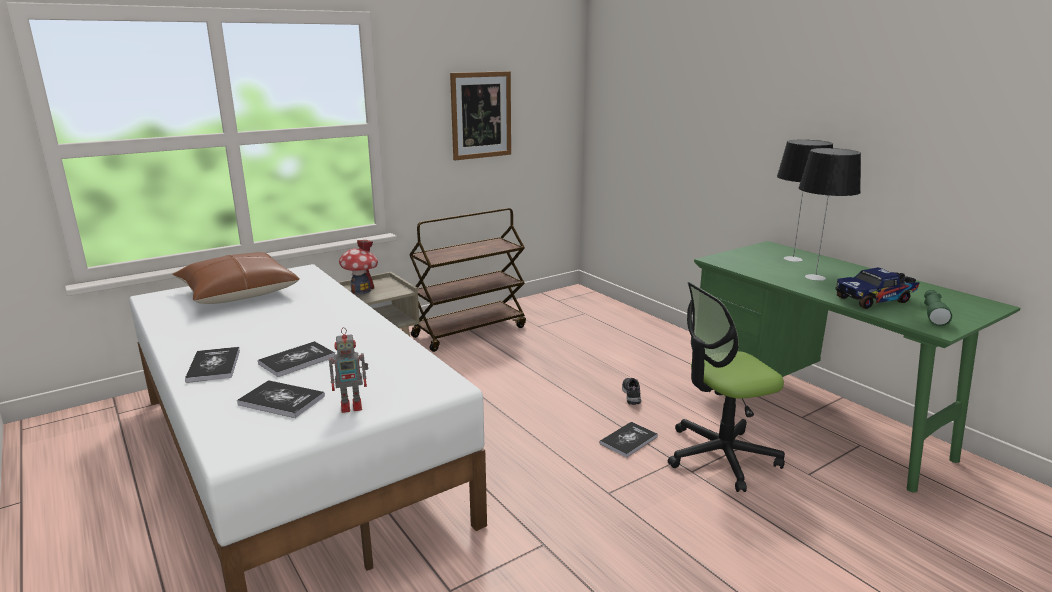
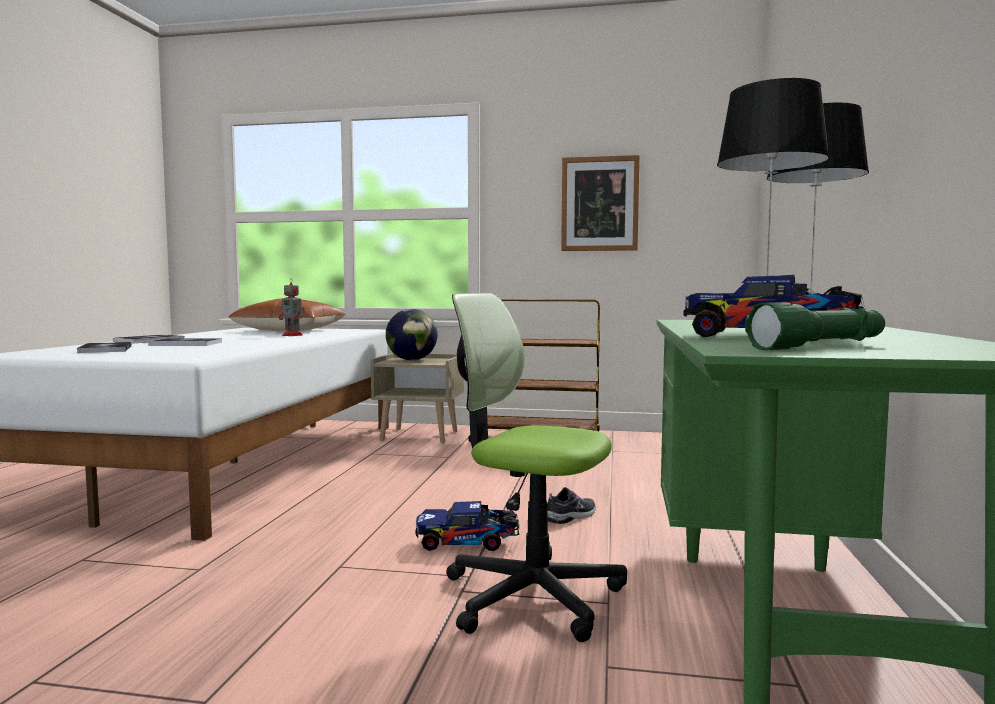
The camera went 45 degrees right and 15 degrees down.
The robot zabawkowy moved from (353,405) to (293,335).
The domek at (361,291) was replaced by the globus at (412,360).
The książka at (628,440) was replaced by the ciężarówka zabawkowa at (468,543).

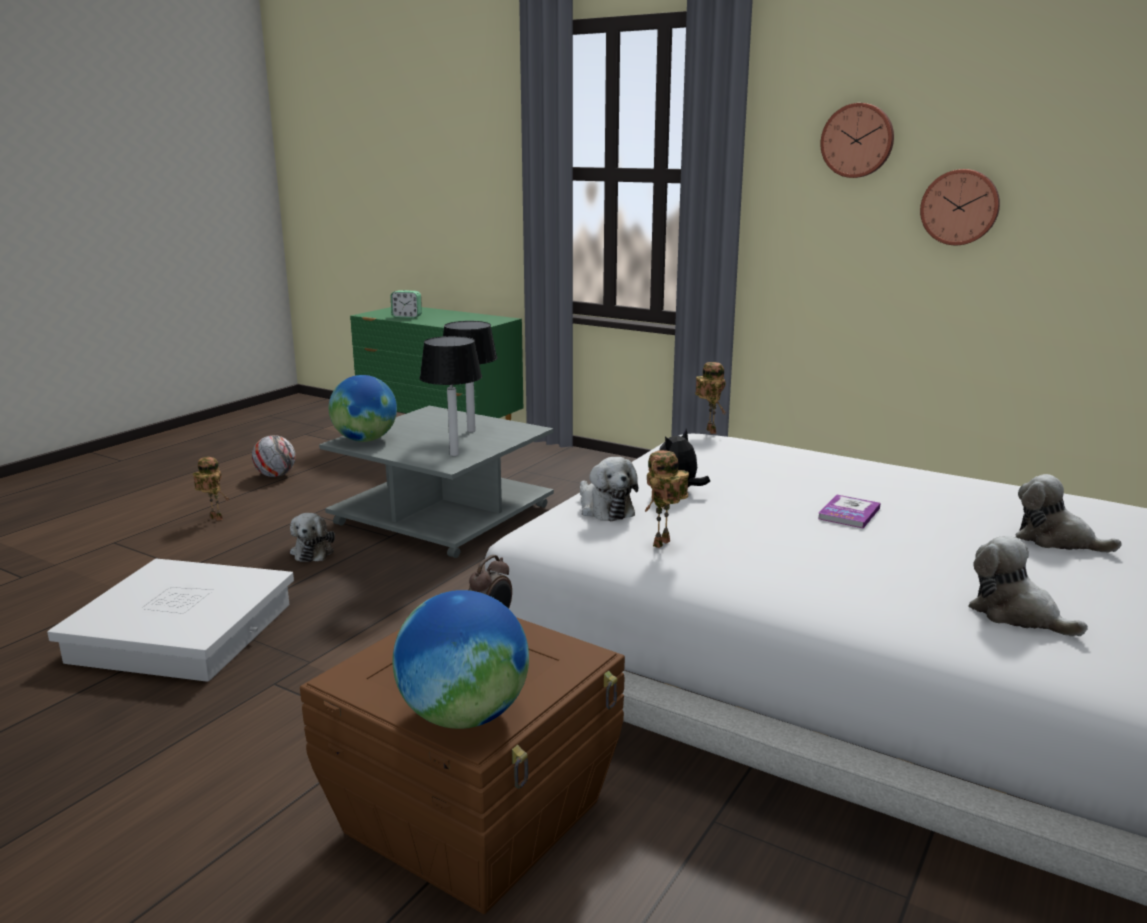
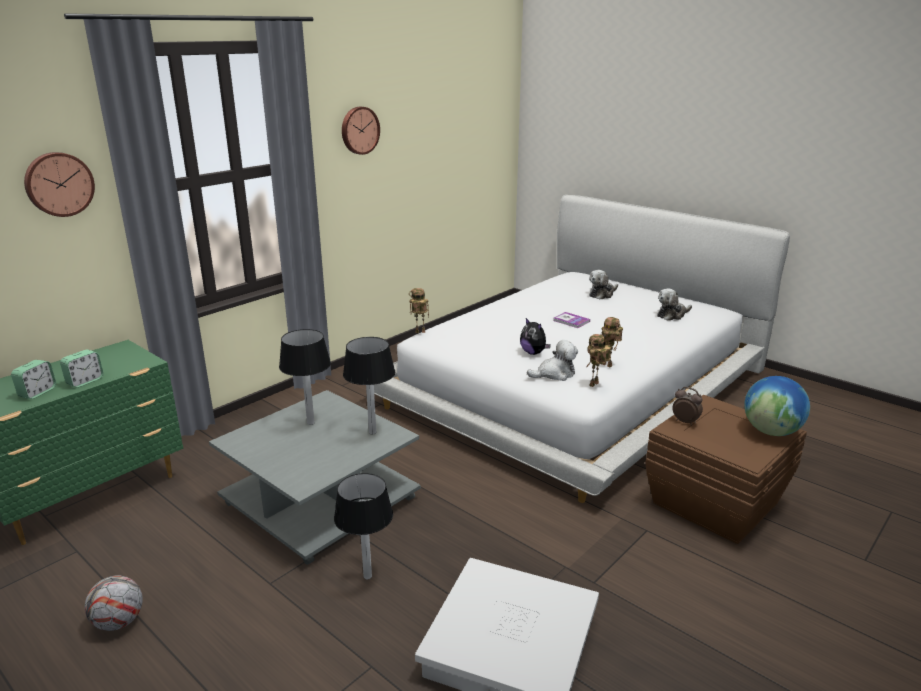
The camera went 80 degrees left and 5 degrees up.
The zegar ścienny moved from (960,207) to (58,184).
The budzik at (85,381) appeared.
The pluszak at (313,551) was replaced by the lampa stołowa at (367,576).
The robot zabawkowy moved from (214,519) to (594,385).
The globus at (365,440) disappeared.

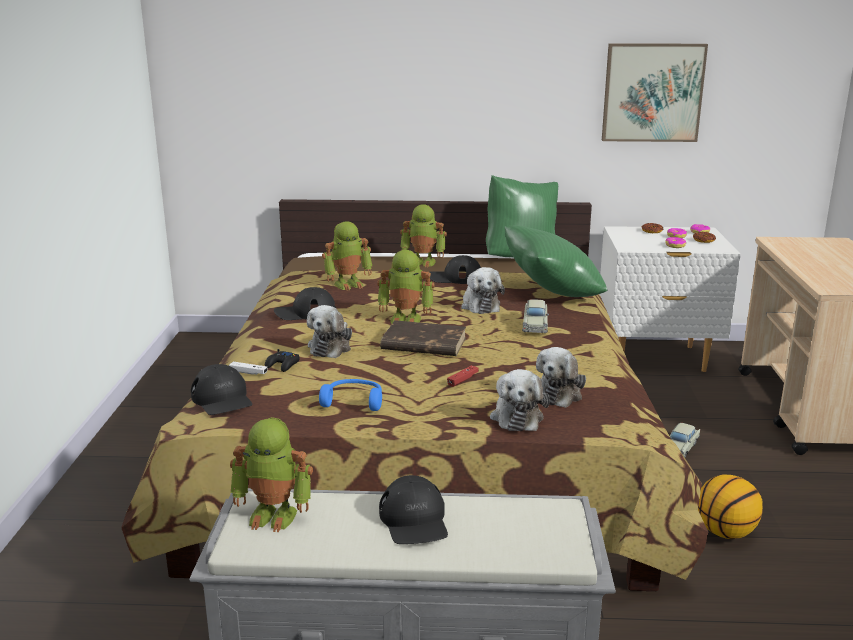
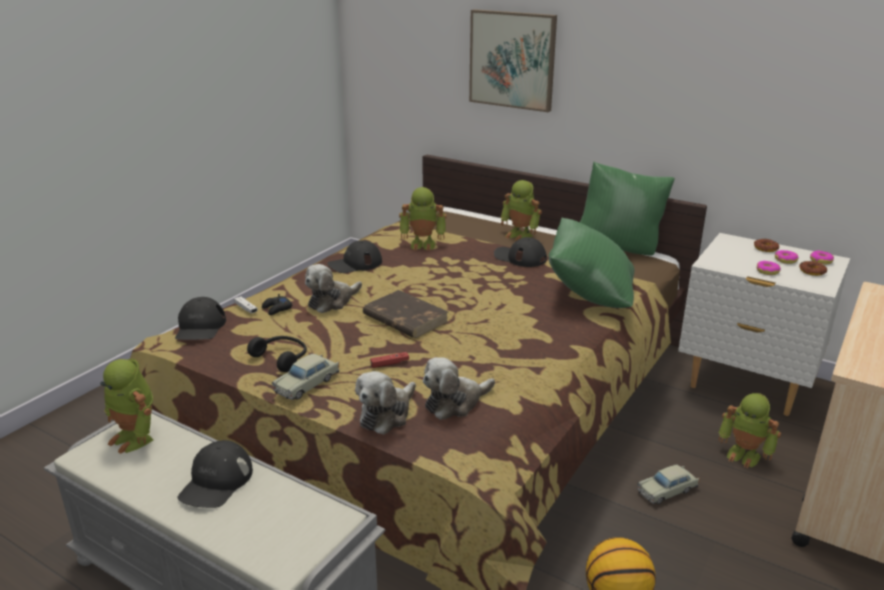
The camera went 30 degrees right and 5 degrees up.
The słuchawki (niebieski) at (354,401) became the słuchawki (czarny) at (282,358).
The samochodzik (beżowy) moved from (535,325) to (307,384).
The czapka z daszkiem (czarny) at (305,312) turned 45 degrees counterclockwise.
The obraz moved from (652,92) to (512,60).
The robot zabawkowy moved from (406,319) to (744,455).
The pluszak at (479,305) disappeared.

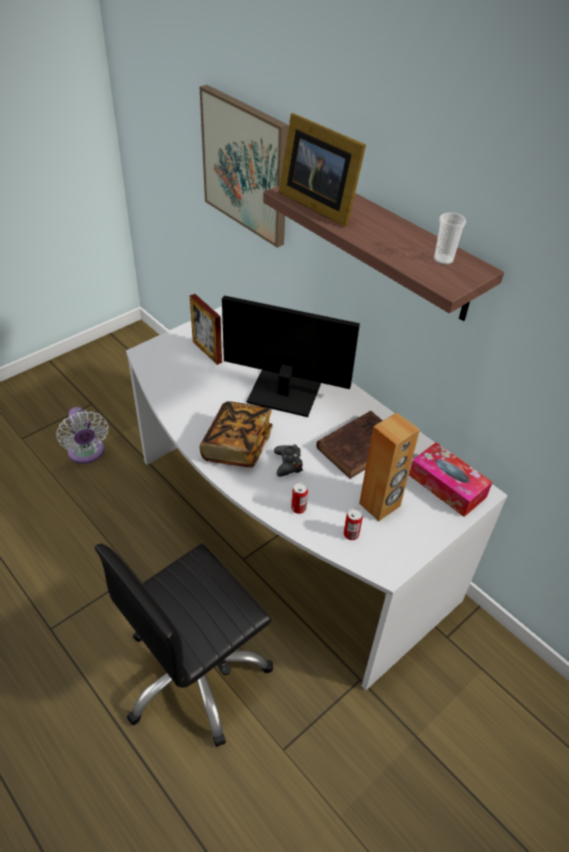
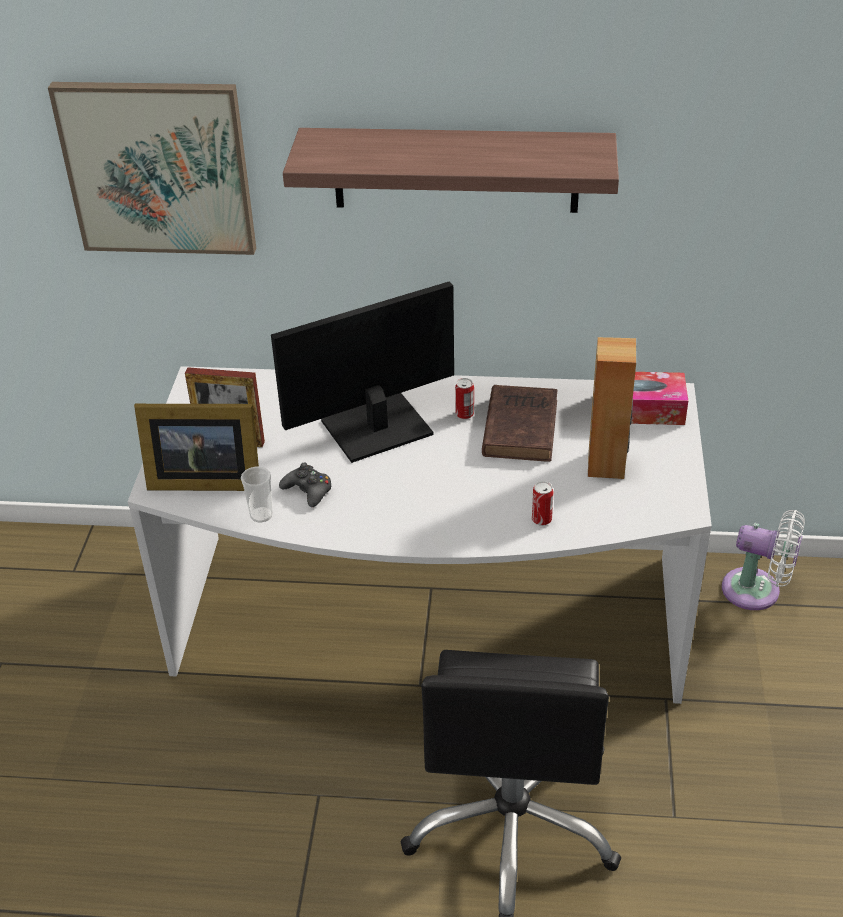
The camera went 40 degrees left and 5 degrees down.
The ramka na zdjęcie moved from (317,204) to (202,479).
The filiżanka moved from (443,259) to (261,515).
The pad do gier (czarny) moved from (288,464) to (308,490).
The puszka moved from (351,534) to (464,414).
The wentylator (biały) moved from (87,453) to (757,591).
The książka at (237,446) disappeared.

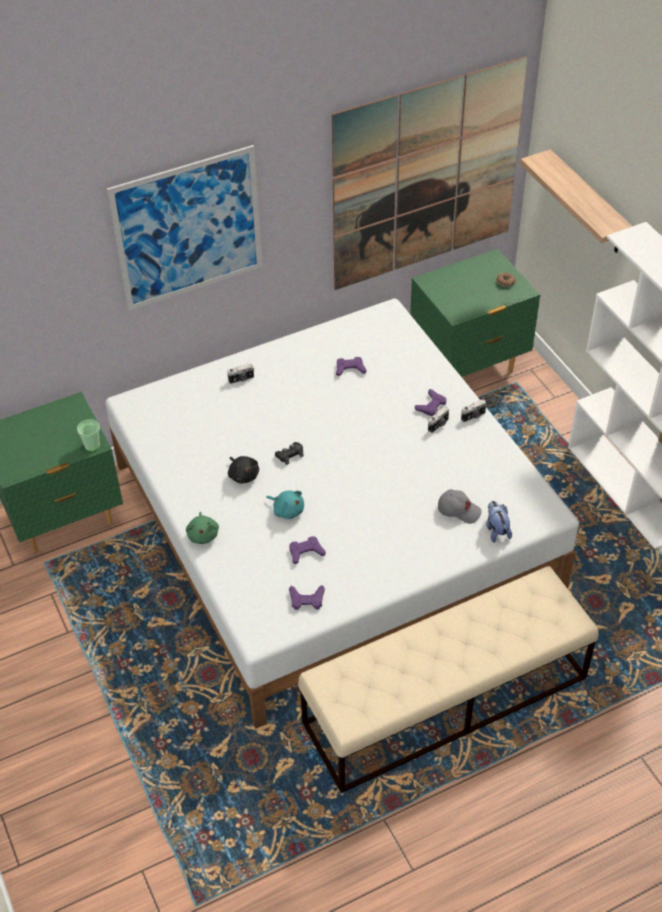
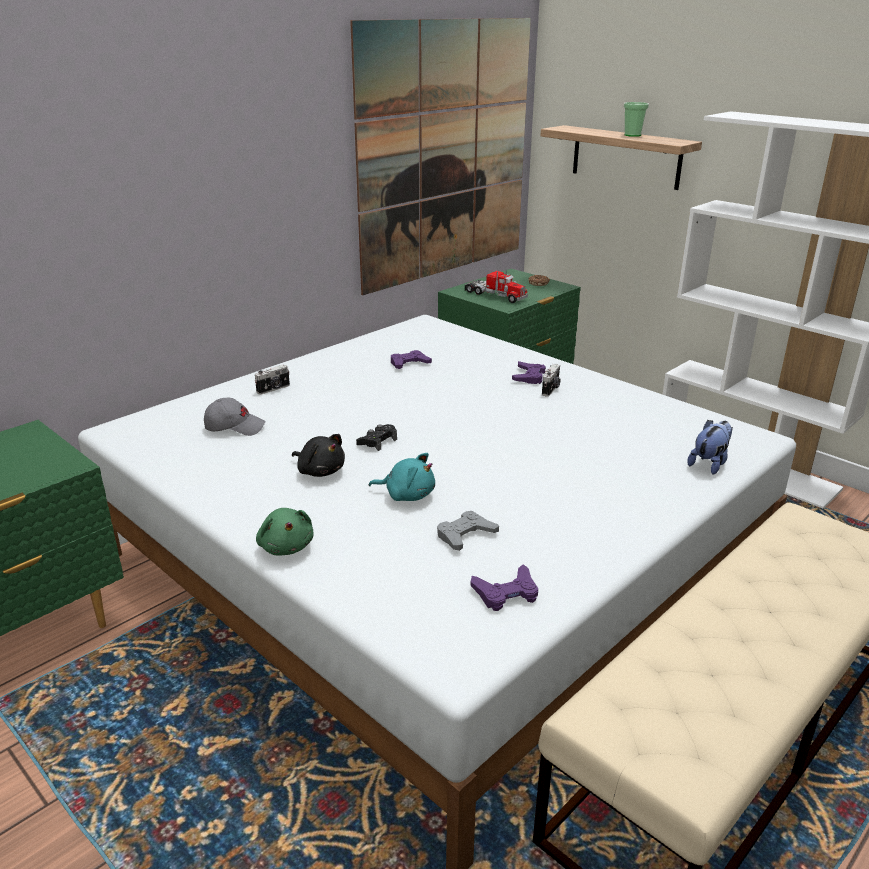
The camera went 20 degrees left and 20 degrees down.
The czapka z daszkiem (szary) moved from (459,510) to (235,427).
The pad do gier (fioletowy) at (306,552) became the pad do gier (szary) at (465,535).
The ciężarówka zabawkowa at (495,295) appeared.
The filiżanka moved from (92,445) to (632,135).
The pluszak at (496,530) turned 75 degrees clockwise.
The obraz at (188,229) disappeared.
The aparat fotograficzny at (473,416) disappeared.

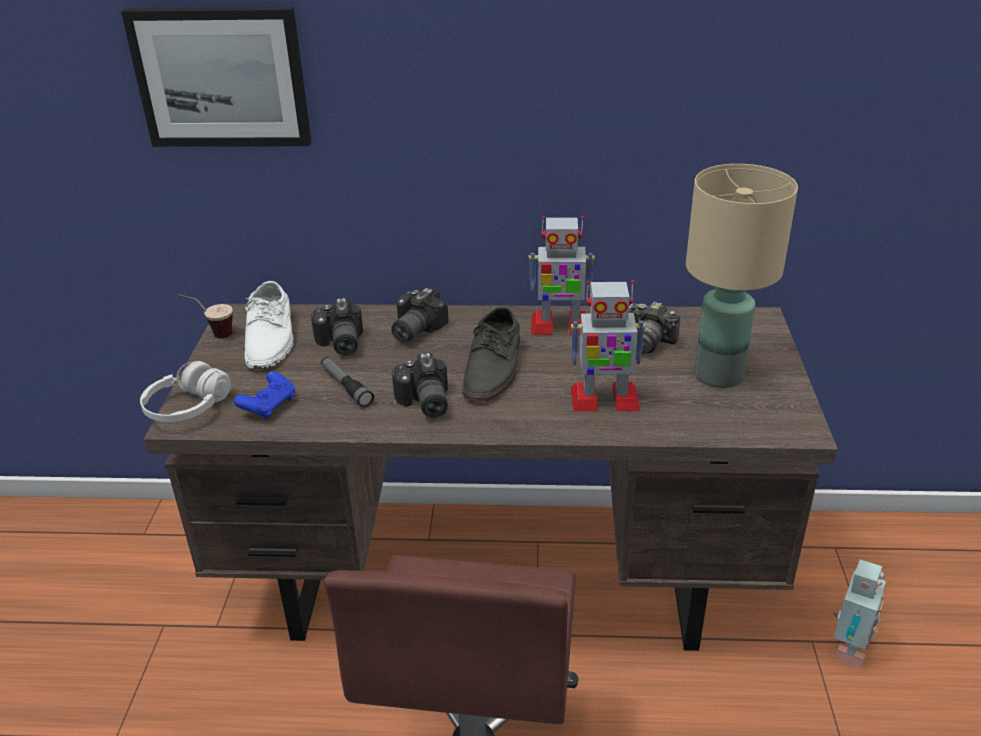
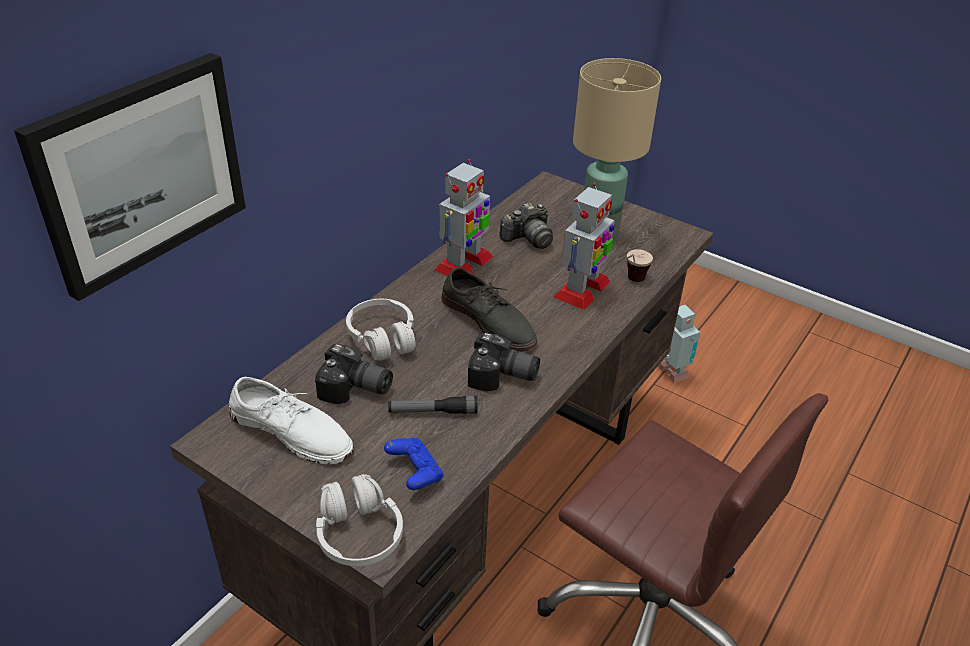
The camera went 60 degrees left and 5 degrees up.
The aparat fotograficzny at (413,330) was replaced by the słuchawki (biały) at (383,338).
The filiżanka moved from (212,334) to (631,282).

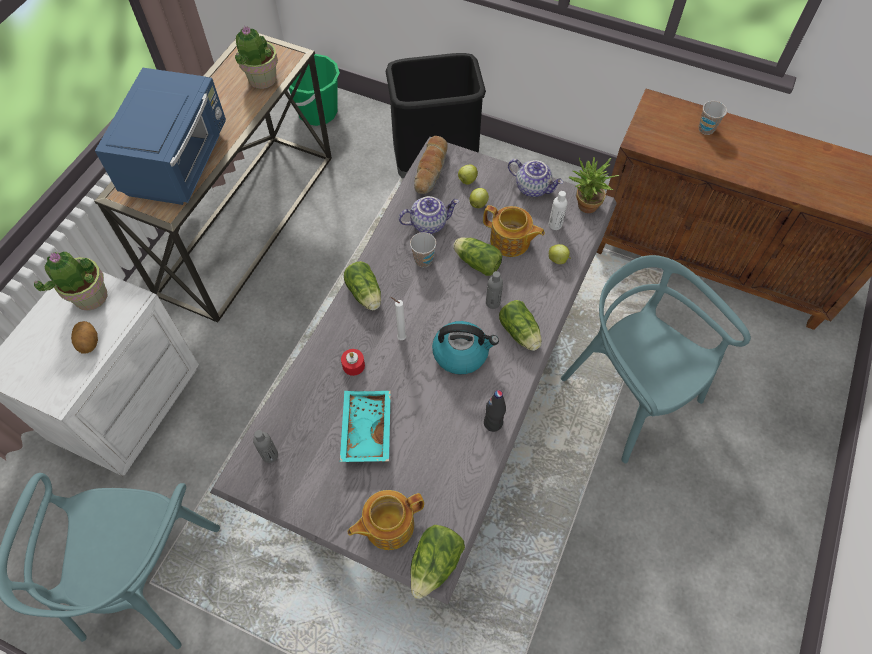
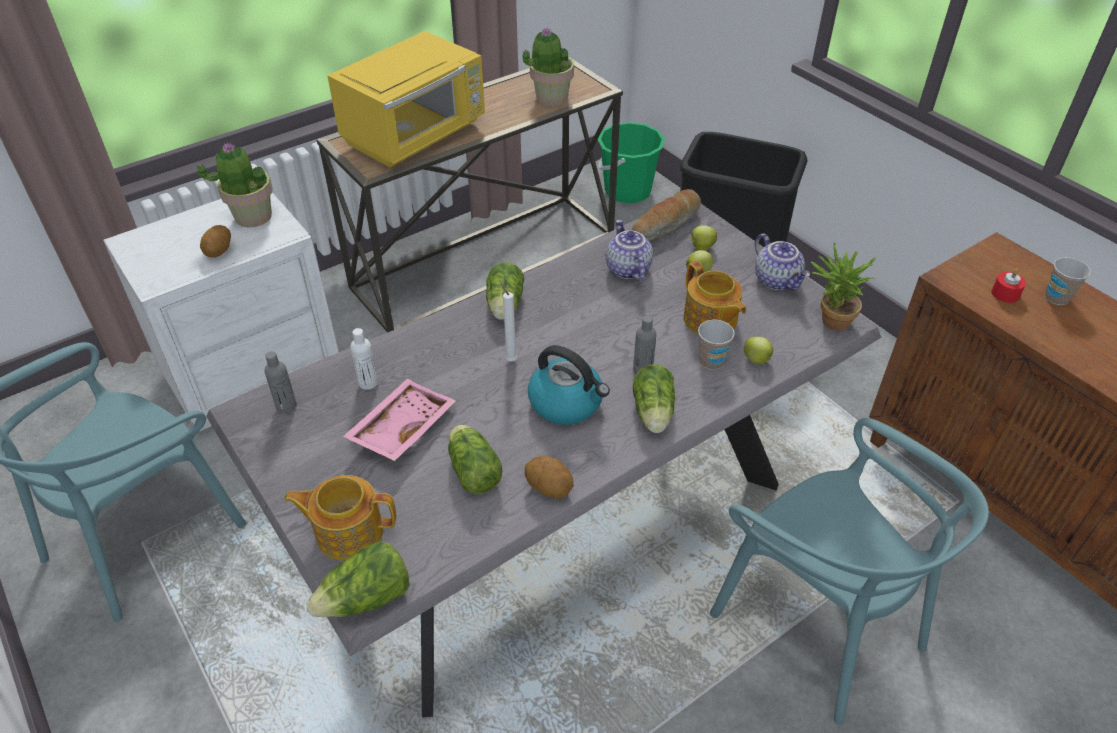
The camera went 30 degrees right and 15 degrees down.
The mikrofalówka (niebieski) at (179,162) became the mikrofalówka (żółty) at (416,135).
The taca (turkusowy) at (365,429) became the taca (różowy) at (401,427).
The butelka (biały) moved from (555,225) to (368,382).
The sałata moved from (476,262) to (473,469).
The butelka (czarny) at (493,423) was replaced by the ziemniak at (549,488).
The imbryk at (429,223) turned 120 degrees counterclockwise.
The filiżanka moved from (423,260) to (711,361).
The krzesło (turkusowy) at (629,394) turned 150 degrees clockwise.
The świeca (czerwony) moved from (353,365) to (1005,294).

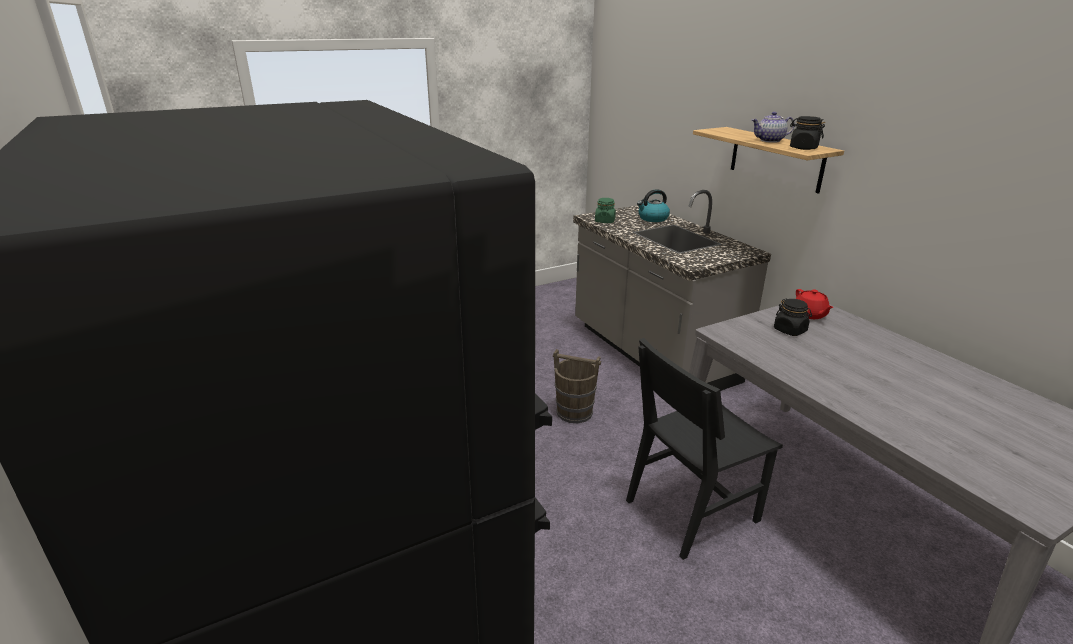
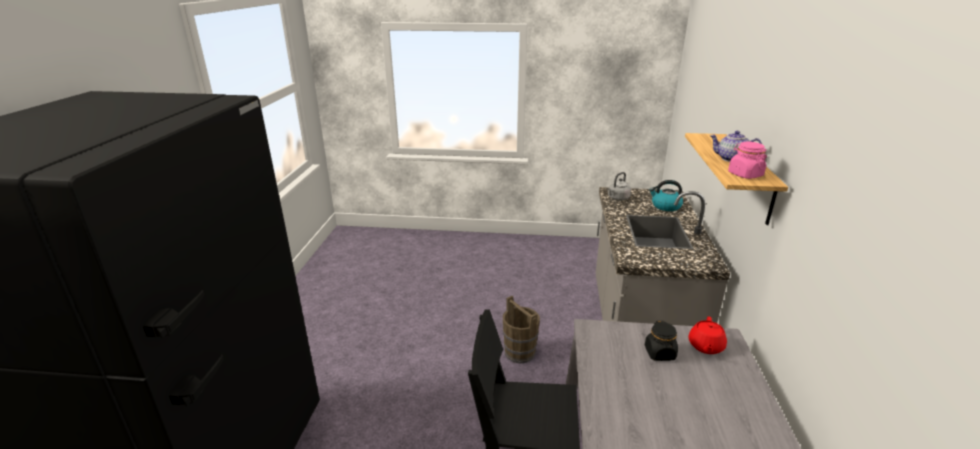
The camera went 35 degrees right and 0 degrees up.
The słoik (zielony) at (604,221) was replaced by the czajnik (szary) at (617,198).
The słoik (czarny) at (803,148) became the słoik (różowy) at (745,174).

